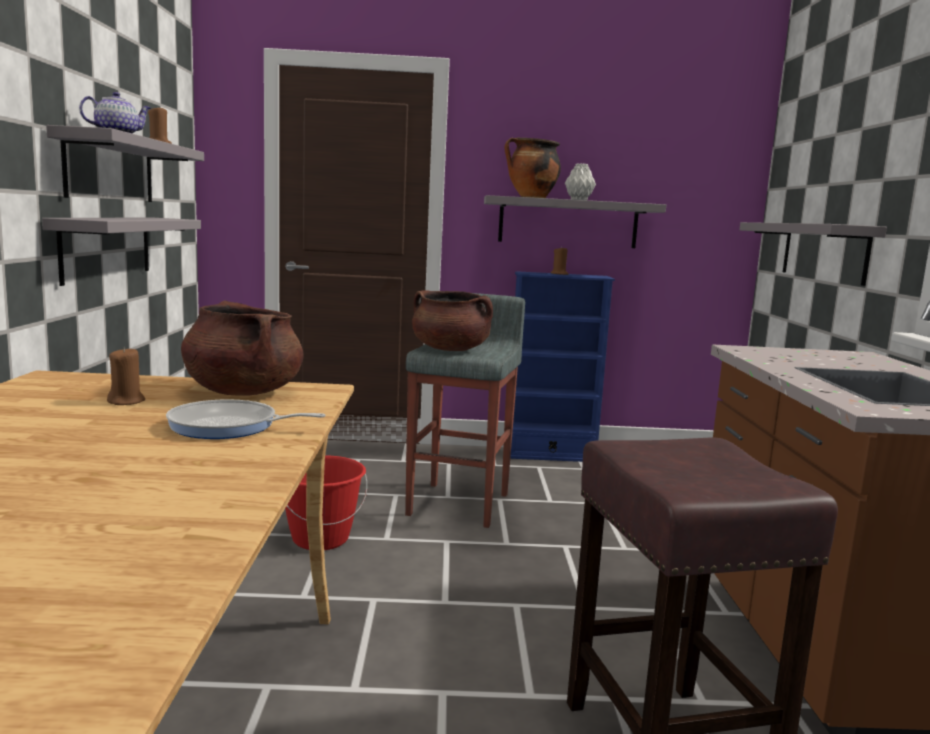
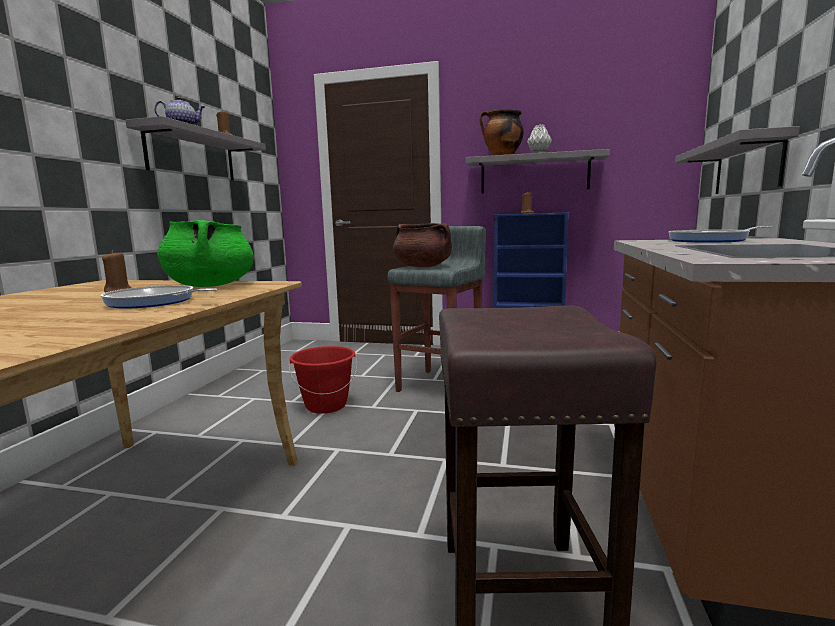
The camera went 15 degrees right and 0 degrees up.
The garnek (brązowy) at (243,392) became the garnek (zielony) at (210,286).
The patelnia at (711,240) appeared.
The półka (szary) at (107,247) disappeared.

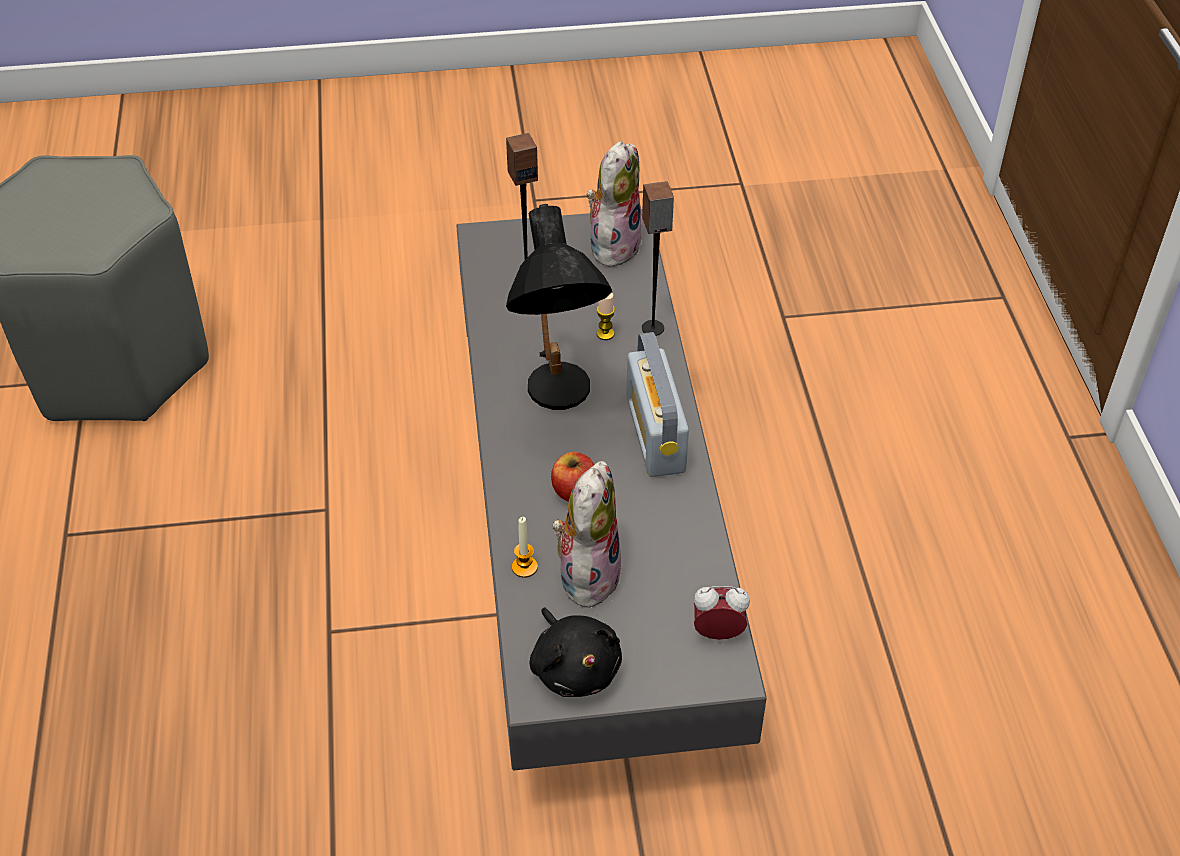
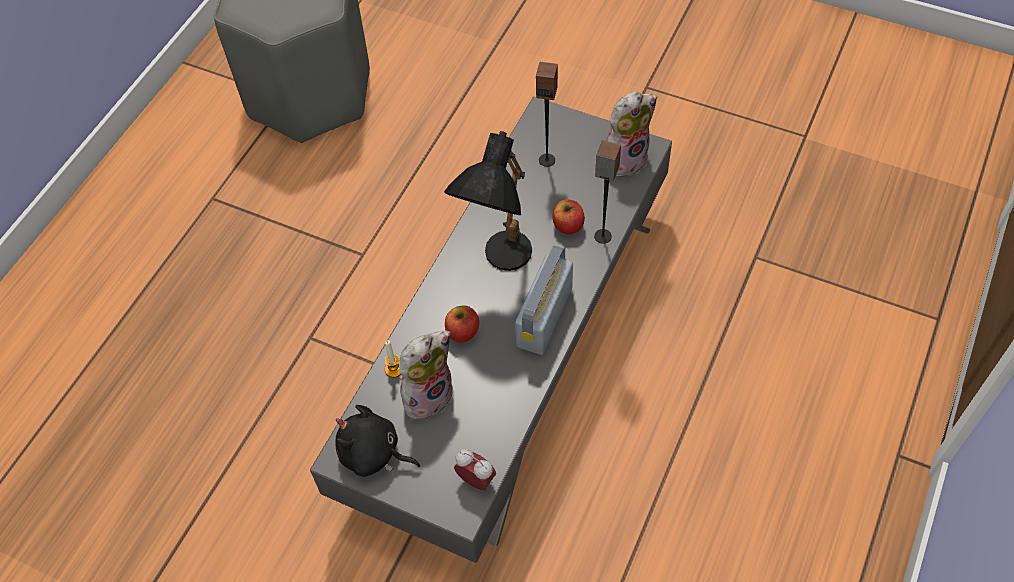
The camera went 35 degrees right and 10 degrees up.
The pluszak (czarny) at (575,667) turned 105 degrees clockwise.
The świeca at (605,334) was replaced by the jabłko at (568,225).

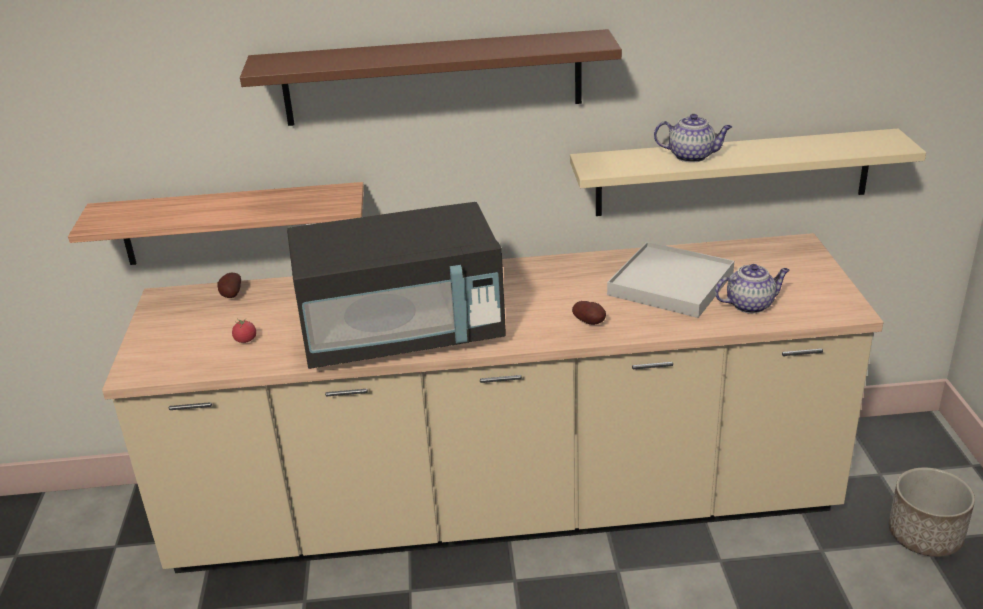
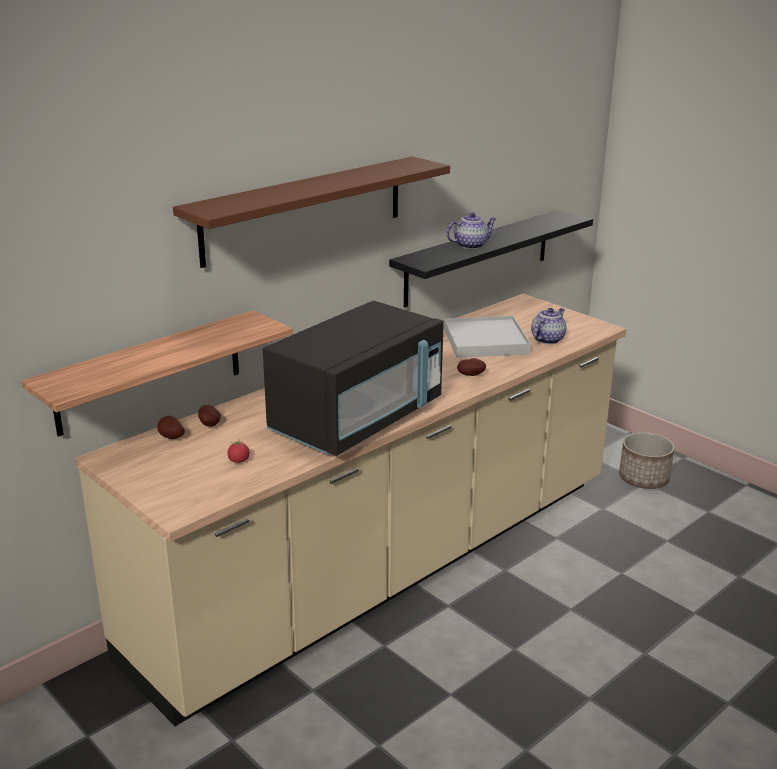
The camera went 40 degrees left and 5 degrees down.
The ziemniak at (210,425) appeared.
The półka (beżowy) at (732,173) became the półka (czarny) at (478,257).

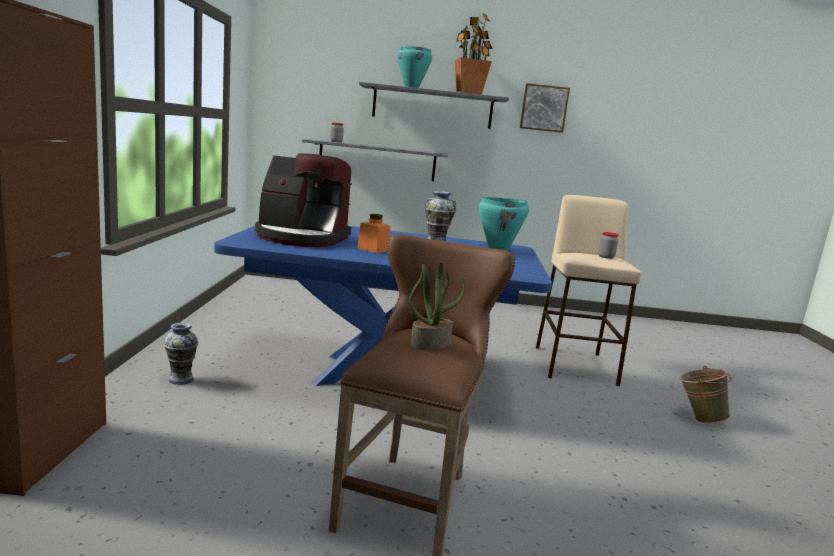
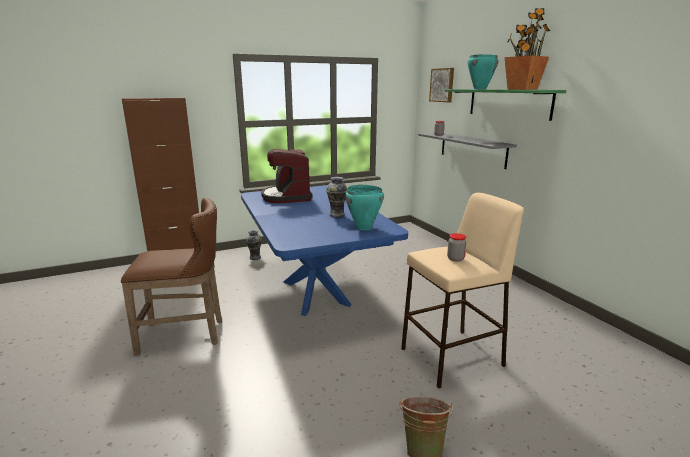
The camera went 65 degrees right and 5 degrees up.
The obraz moved from (544,108) to (442,85).
The półka (szary) at (432,107) became the półka (zielony) at (508,103).
The słoik (pomarańczowy) at (373,249) disappeared.
The roślina doniczkowa at (430,344) disappeared.

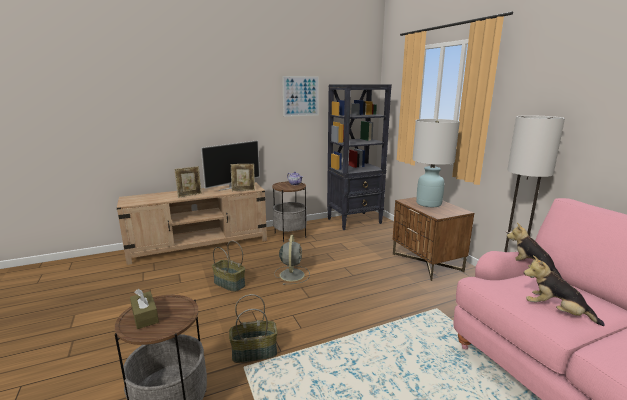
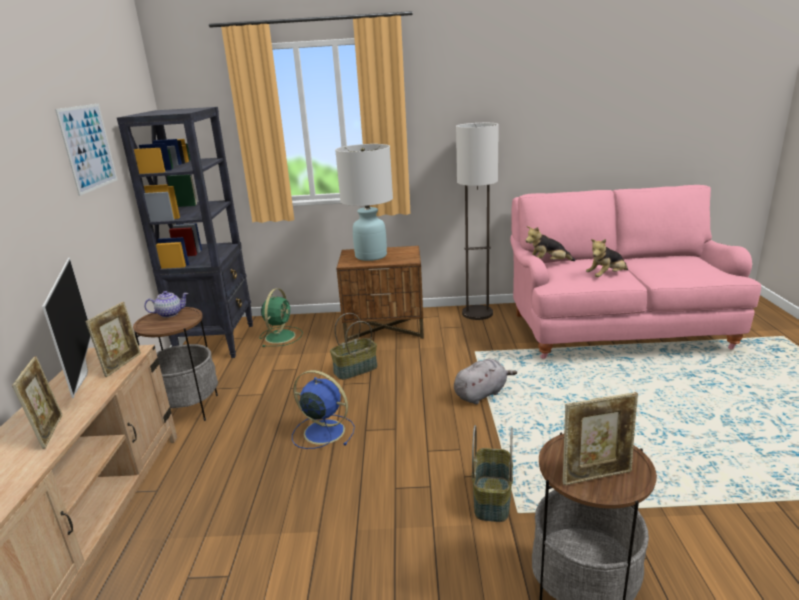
The camera went 65 degrees left and 5 degrees up.
The wentylator (zielony) at (281,336) appeared.
The wentylator (szary) at (292,274) became the wentylator (niebieski) at (322,431).
The koszyk moved from (229,284) to (355,370).
The pluszak (szary) at (481,394) appeared.
The pudełko chusteczek (brązowy) at (145,316) was replaced by the ramka na zdjęcie at (596,475).

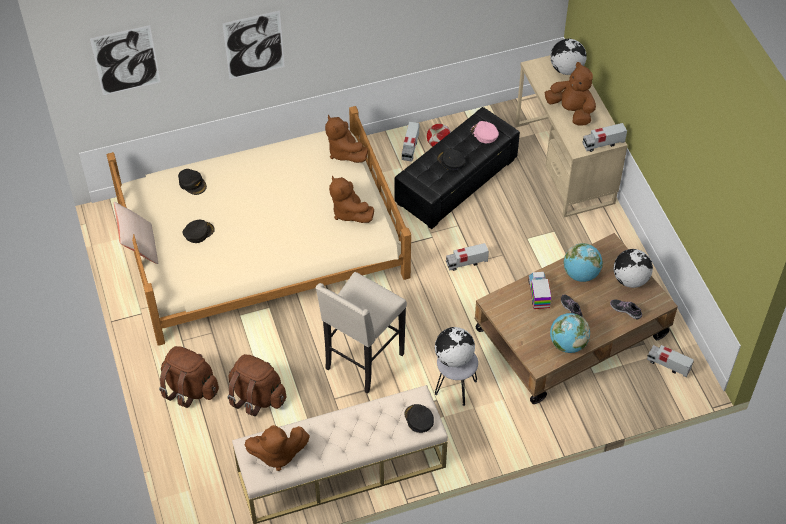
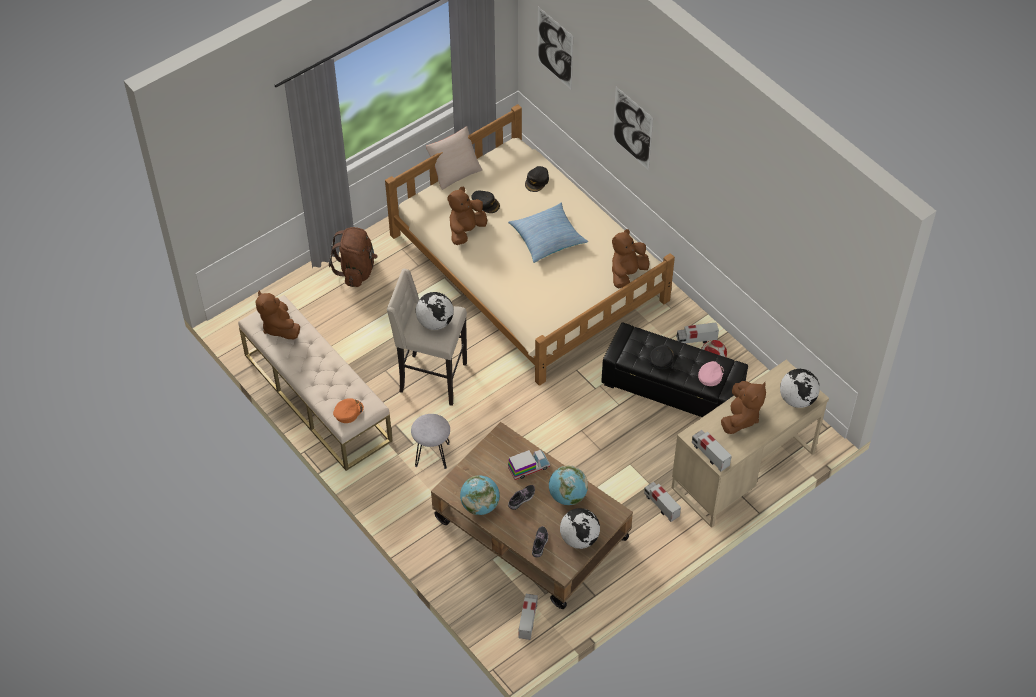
The camera went 70 degrees right and 0 degrees up.
The czapka z daszkiem (czarny) at (418,419) became the czapka z daszkiem (pomarańczowy) at (348,411).
The globus moved from (453,358) to (435,322).
The pluszak (brązowy) moved from (349,212) to (466,230).
The poduszka at (547,237) appeared.
The ciężarówka zabawkowa moved from (466,263) to (661,505).
The plecak (brązowy) at (257,397) disappeared.

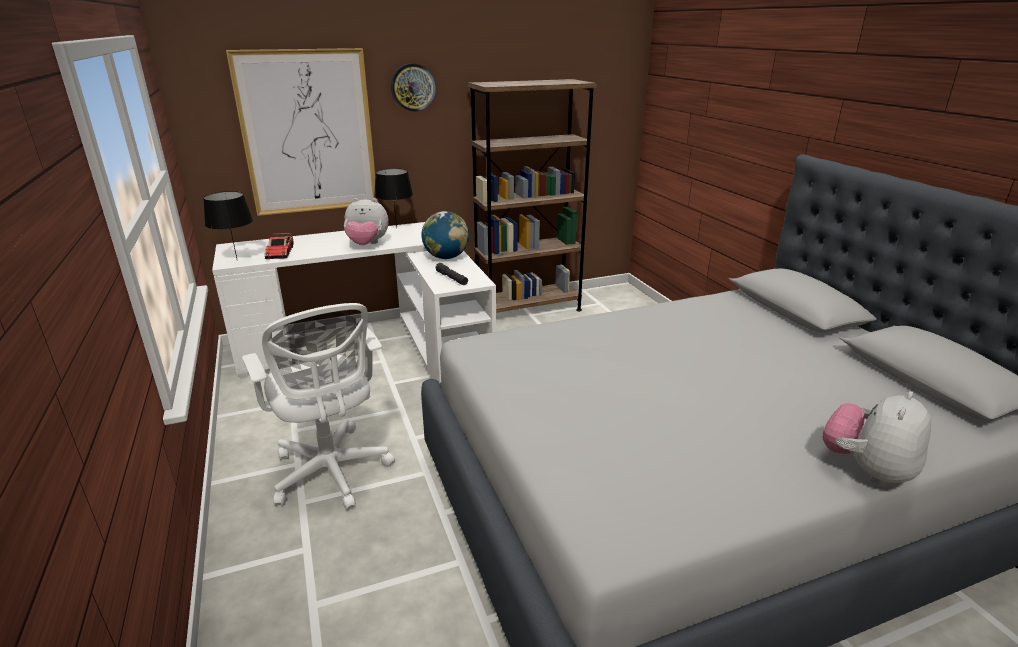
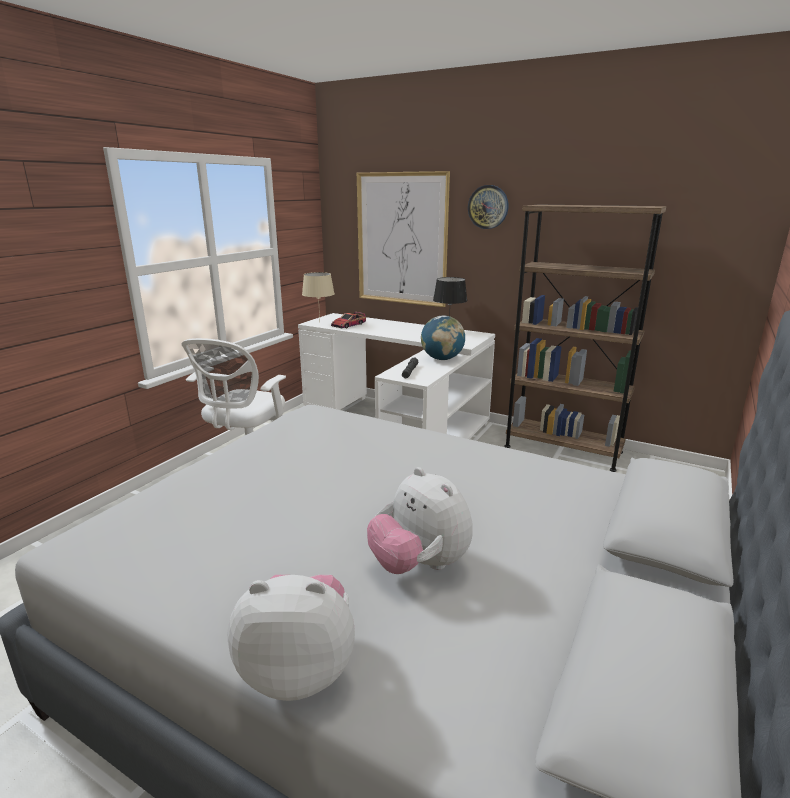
The camera went 50 degrees right and 5 degrees down.
The lampa stołowa (czarny) at (237,260) became the lampa stołowa (beżowy) at (320,323).
The pluszak moved from (367,244) to (419,565).

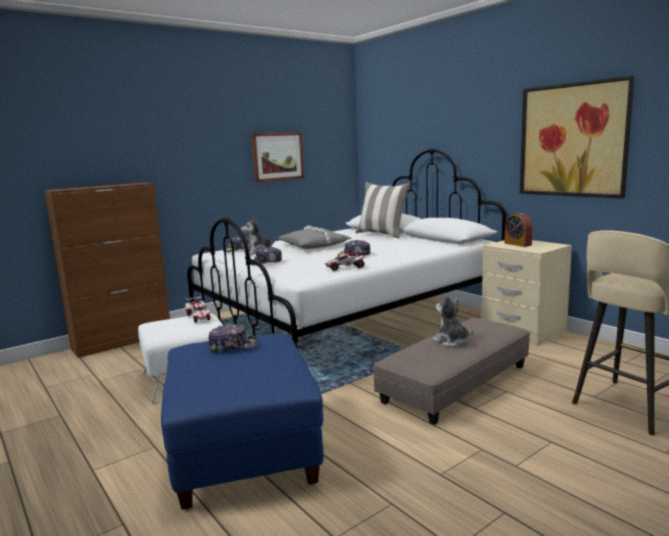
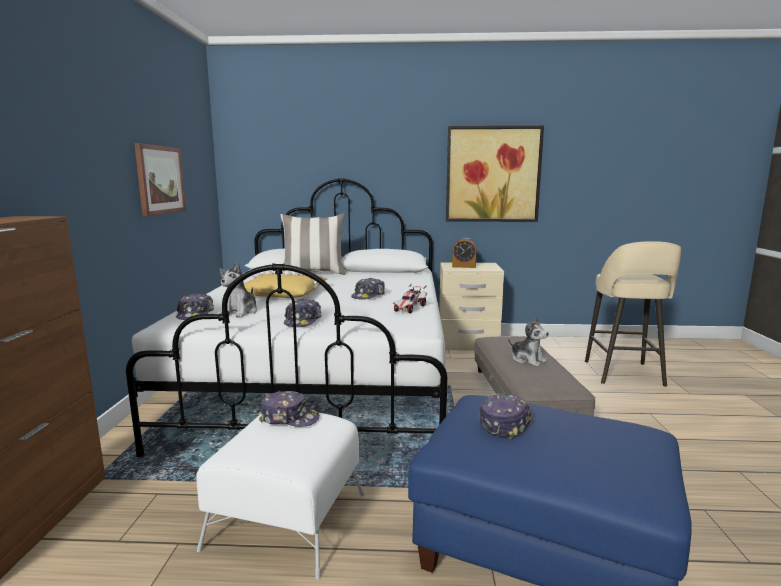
The camera went 50 degrees left and 0 degrees up.
The poduszka (szary) at (314,245) became the poduszka (żółty) at (283,293).
The samochodzik at (199,317) was replaced by the czapka z daszkiem at (289,418).
The pluszak at (452,342) turned 135 degrees counterclockwise.

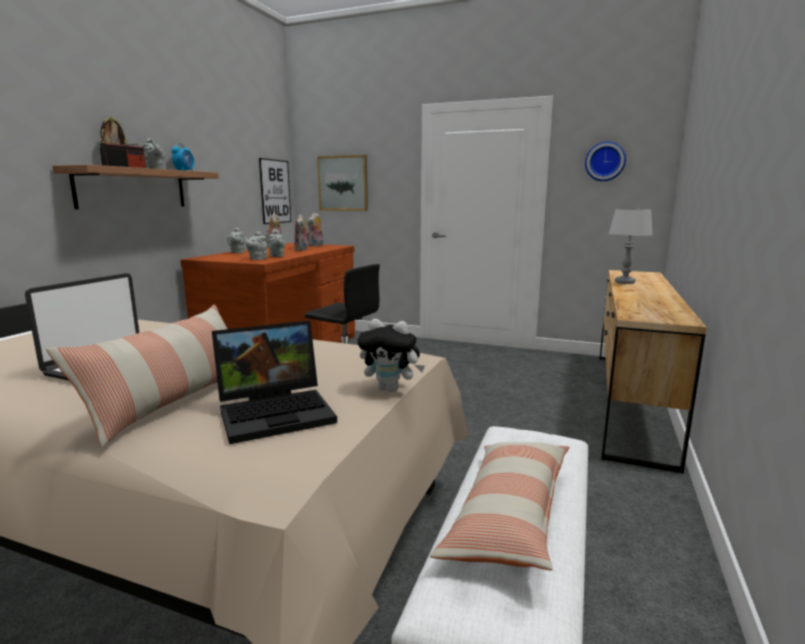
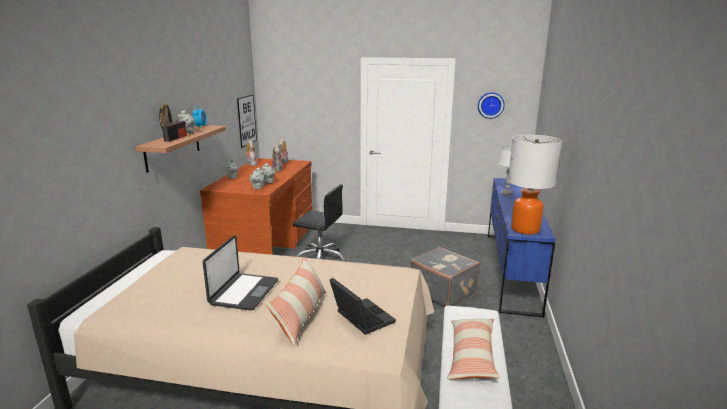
The camera went 10 degrees left and 5 degrees up.
The laptop at (278,411) turned 90 degrees counterclockwise.
The walizka (szary) at (443,292) appeared.
The komoda (brązowy) at (629,400) became the komoda (niebieski) at (510,269).
The lampa stołowa at (525,229) appeared.
The obraz at (343,183) disappeared.
The pluszak at (391,389) disappeared.

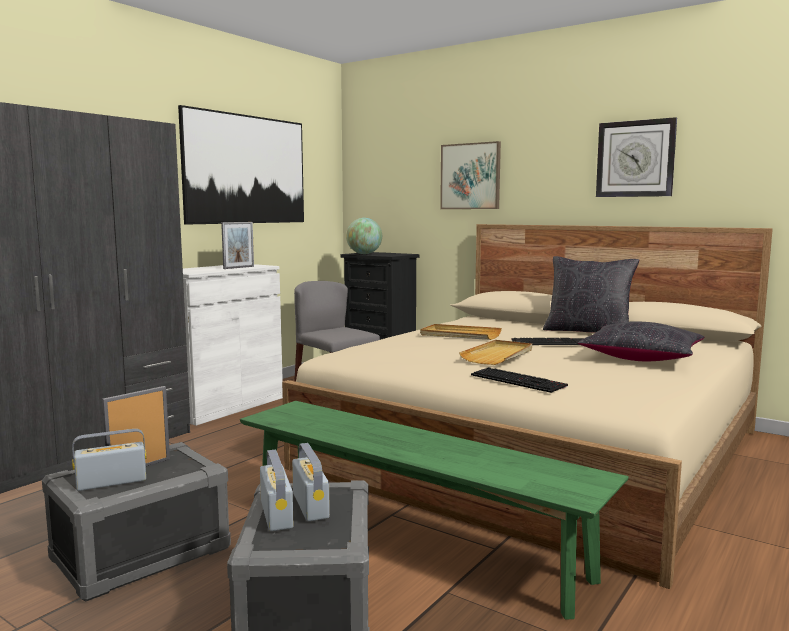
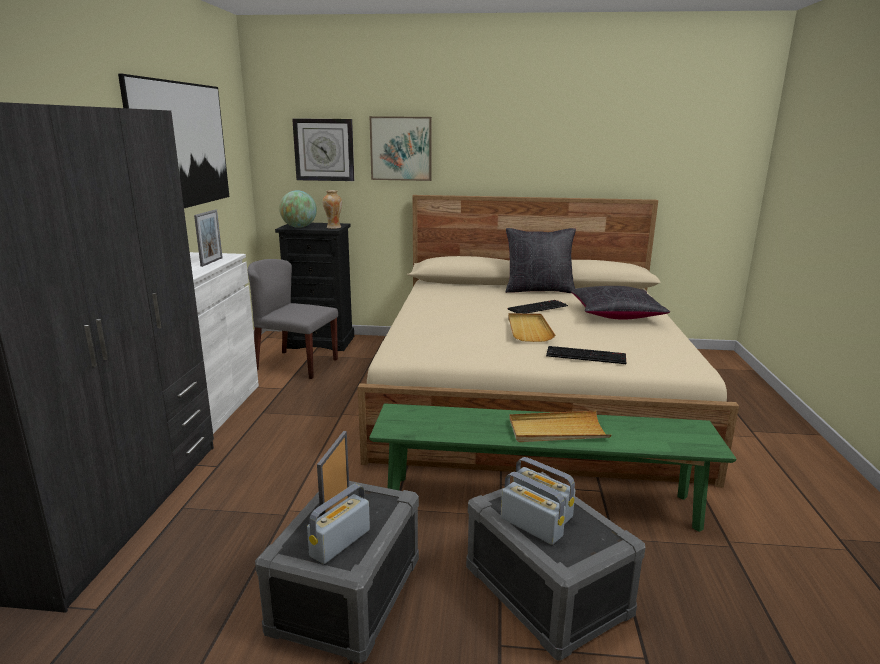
The camera went 30 degrees left and 10 degrees up.
The zegar ścienny moved from (635,159) to (324,150).
The wazon at (333,227) appeared.
The taca (beżowy) moved from (460,335) to (557,430).

